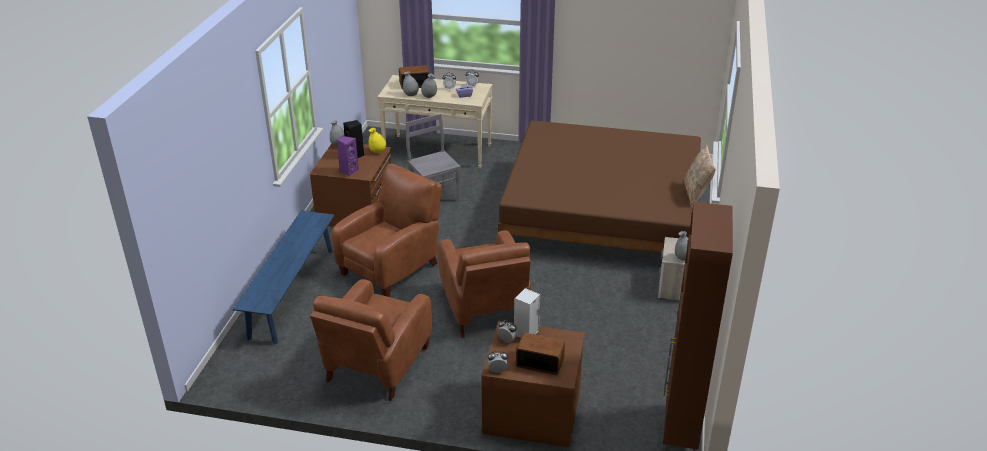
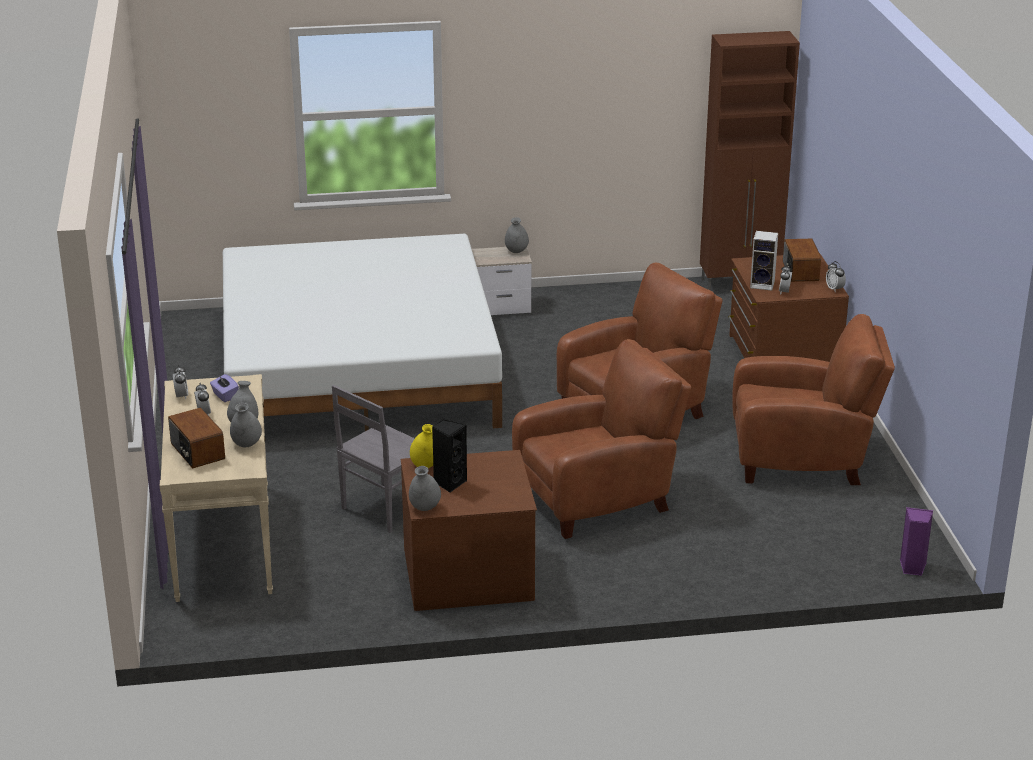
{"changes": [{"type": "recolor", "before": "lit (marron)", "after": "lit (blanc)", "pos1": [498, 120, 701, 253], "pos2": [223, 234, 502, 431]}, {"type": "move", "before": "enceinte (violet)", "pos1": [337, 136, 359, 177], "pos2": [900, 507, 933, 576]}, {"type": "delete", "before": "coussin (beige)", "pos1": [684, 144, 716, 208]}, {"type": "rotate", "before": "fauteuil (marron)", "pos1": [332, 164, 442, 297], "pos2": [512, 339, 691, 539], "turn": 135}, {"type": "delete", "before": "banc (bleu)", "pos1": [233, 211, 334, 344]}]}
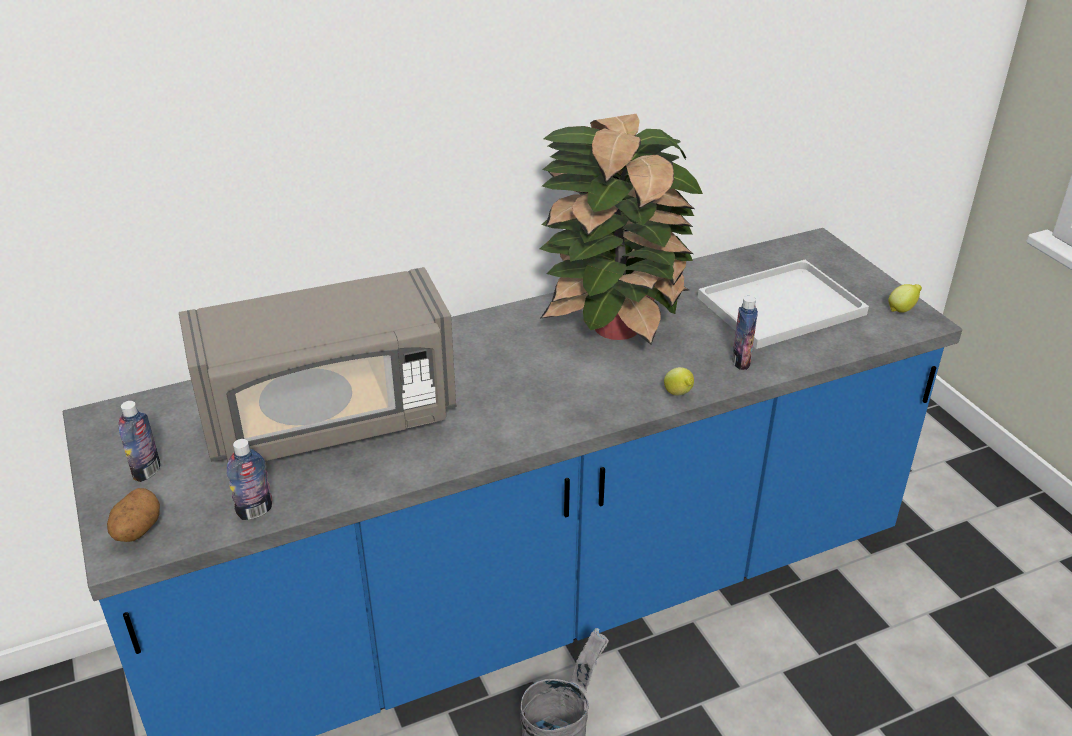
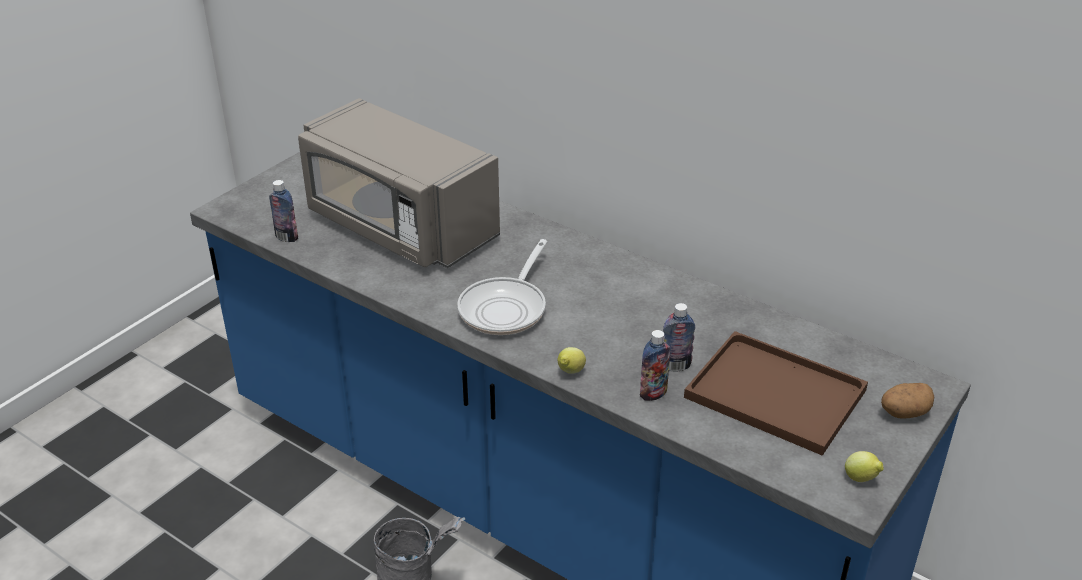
{"changes": [{"type": "delete", "before": "plante en pot", "pos1": [540, 114, 703, 345]}, {"type": "recolor", "before": "plateau (blanc)", "after": "plateau (marron)", "pos1": [698, 260, 869, 349], "pos2": [684, 331, 868, 456]}, {"type": "move", "before": "bouteille", "pos1": [118, 401, 160, 482], "pos2": [663, 303, 695, 371]}, {"type": "move", "before": "pomme de terre", "pos1": [107, 488, 160, 542], "pos2": [881, 383, 934, 419]}, {"type": "insert", "after": "poêle", "pos2": [457, 239, 548, 335]}]}
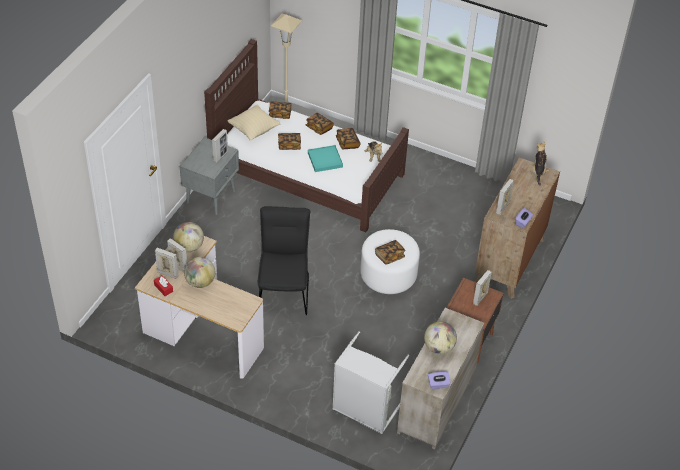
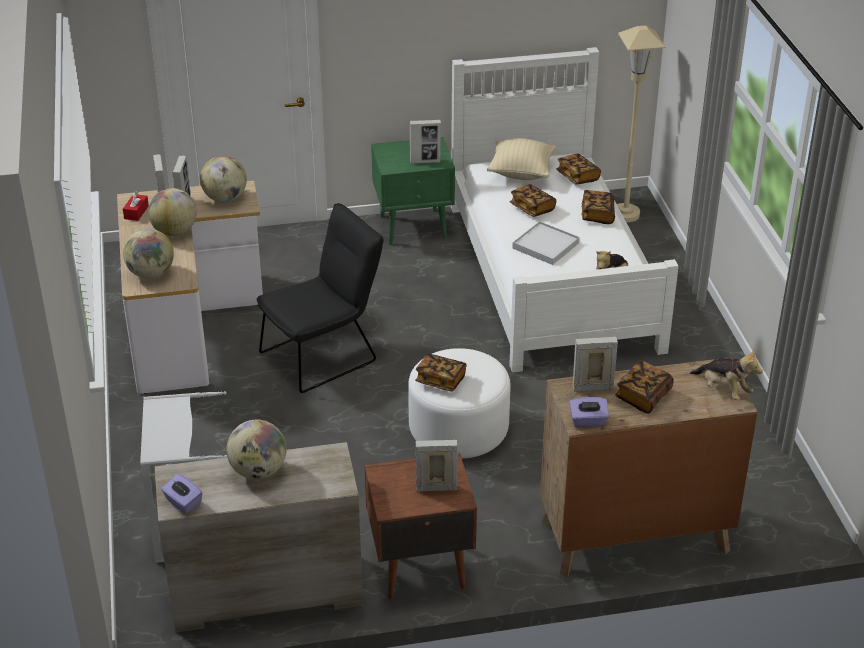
{"changes": [{"type": "recolor", "before": "lit (marron)", "after": "lit (blanc)", "pos1": [204, 39, 409, 232], "pos2": [451, 47, 679, 373]}, {"type": "move", "before": "livre", "pos1": [336, 128, 361, 149], "pos2": [615, 360, 674, 414]}, {"type": "recolor", "before": "table de chevet (gris)", "after": "table de chevet (vert)", "pos1": [180, 137, 239, 215], "pos2": [371, 137, 455, 245]}, {"type": "rotate", "before": "peluche", "pos1": [533, 141, 549, 186], "pos2": [690, 349, 763, 400], "turn": 75}, {"type": "recolor", "before": "plateau (turquoise)", "after": "plateau (blanc)", "pos1": [308, 145, 343, 172], "pos2": [512, 221, 580, 265]}, {"type": "insert", "after": "globe", "pos2": [123, 229, 174, 279]}]}
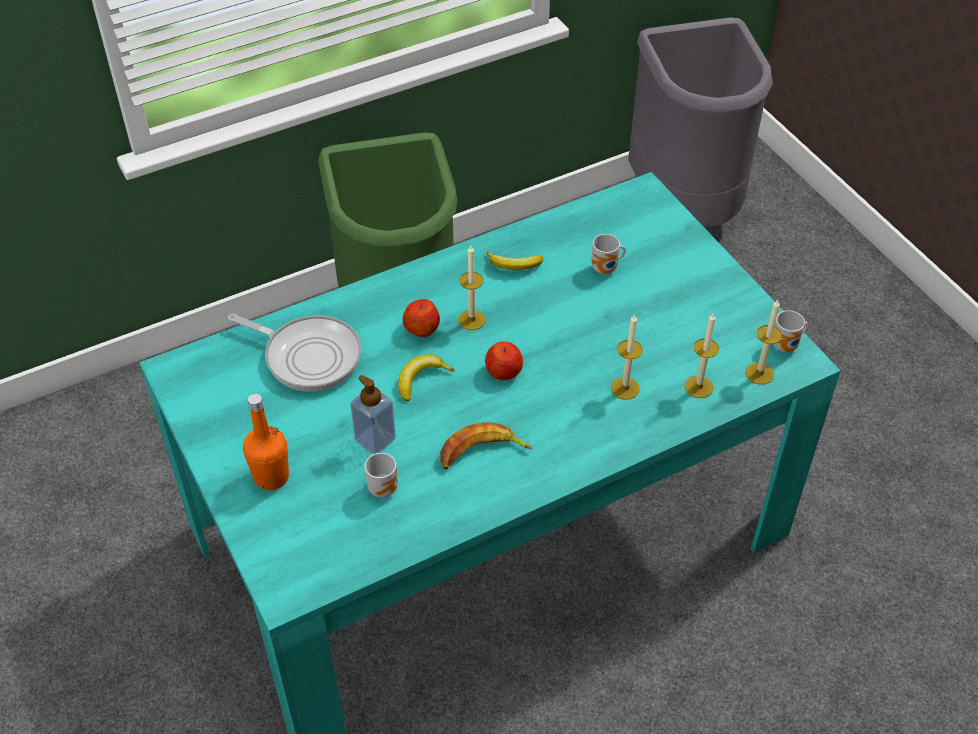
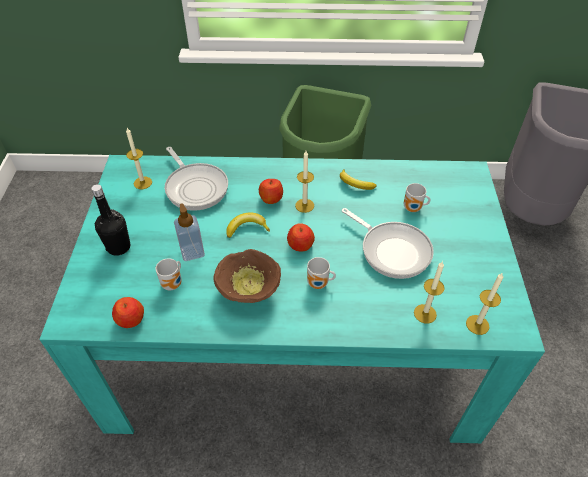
{"changes": [{"type": "move", "before": "mug", "pos1": [773, 310, 808, 352], "pos2": [307, 257, 336, 289]}, {"type": "move", "before": "bougie", "pos1": [611, 314, 643, 400], "pos2": [126, 128, 152, 189]}, {"type": "recolor", "before": "bouteille (orange)", "after": "bouteille (noir)", "pos1": [243, 393, 289, 490], "pos2": [92, 184, 131, 256]}, {"type": "replace", "before": "banane", "after": "bol (marron)", "pos1": [440, 422, 533, 469], "pos2": [213, 249, 281, 303]}, {"type": "insert", "after": "poêle", "pos2": [342, 208, 434, 279]}, {"type": "insert", "after": "pomme", "pos2": [112, 297, 144, 328]}]}
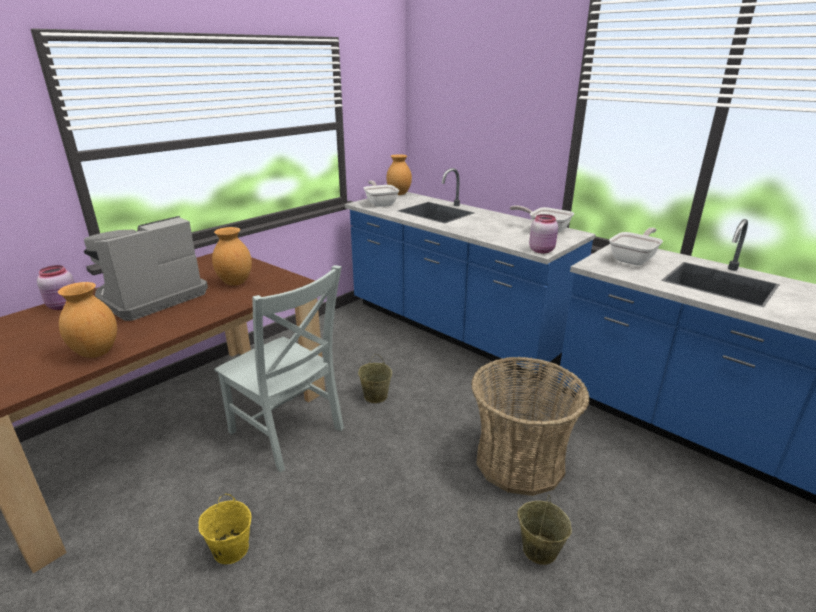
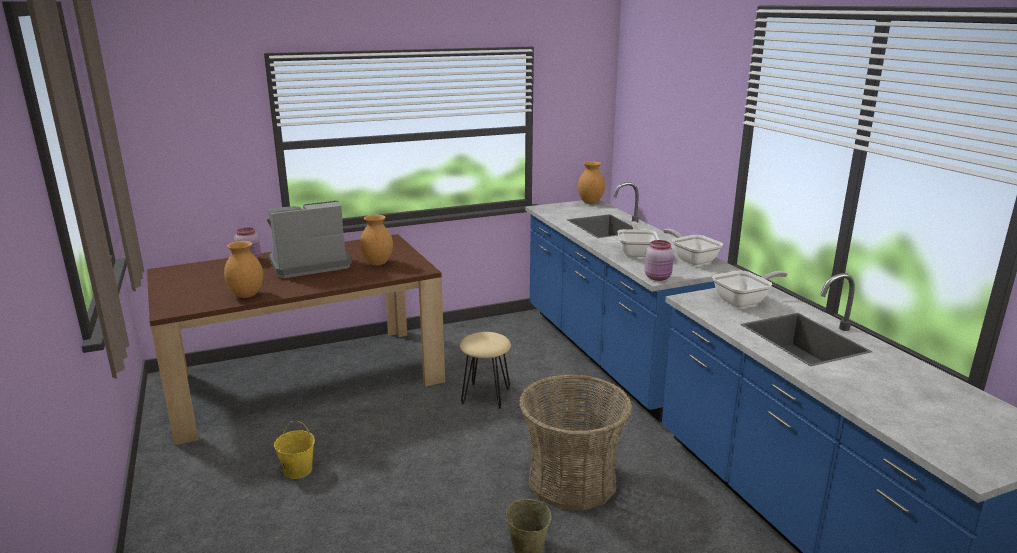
{"changes": [{"type": "move", "before": "poêle", "pos1": [364, 181, 399, 207], "pos2": [617, 221, 659, 257]}, {"type": "delete", "before": "chaise (gris)", "pos1": [214, 265, 344, 472]}, {"type": "replace", "before": "seau (beige)", "after": "tabouret (beige)", "pos1": [358, 354, 392, 403], "pos2": [460, 332, 511, 409]}]}
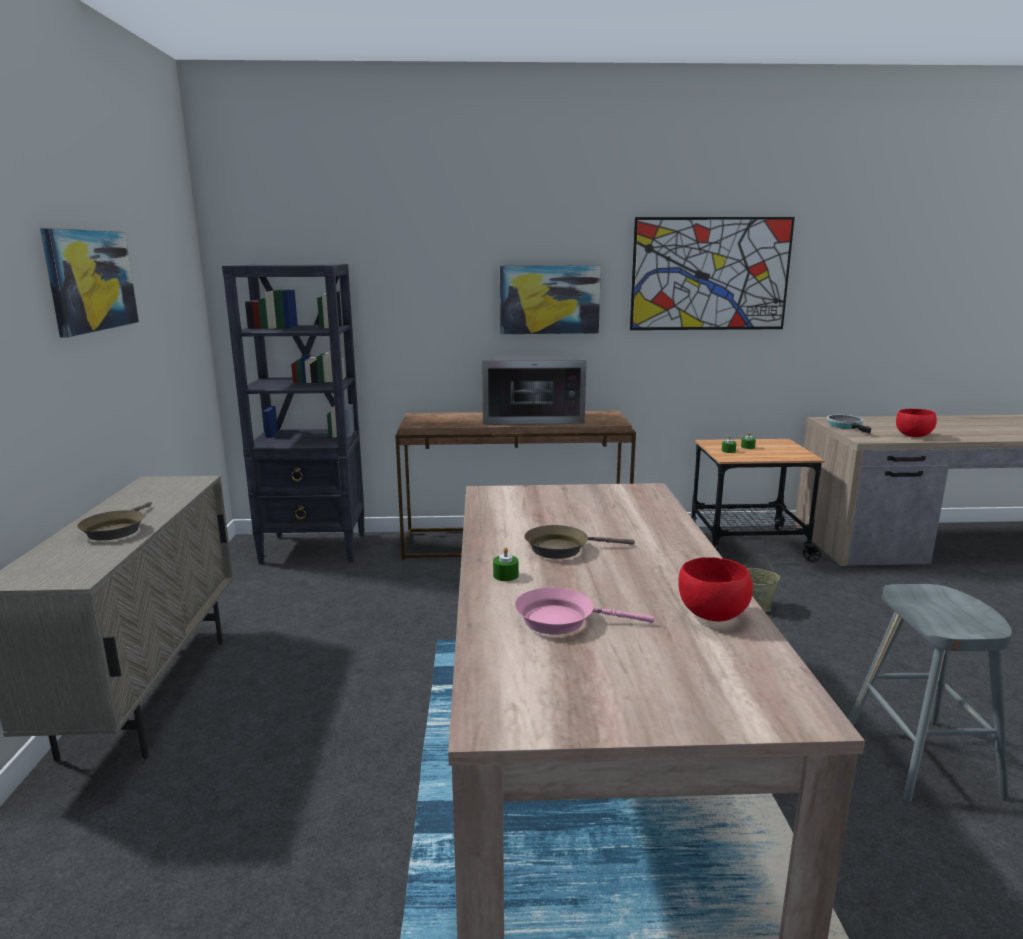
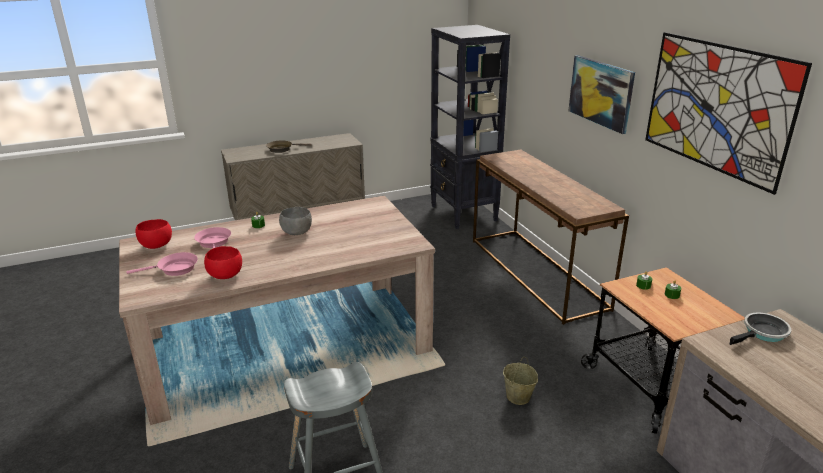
{"changes": [{"type": "delete", "before": "tableau", "pos1": [40, 228, 139, 337]}, {"type": "delete", "before": "micro-ondes", "pos1": [482, 355, 586, 425]}, {"type": "move", "before": "bol (rouge)", "pos1": [896, 409, 937, 437], "pos2": [136, 219, 172, 249]}, {"type": "replace", "before": "poêle (marron)", "after": "bol (gris)", "pos1": [524, 525, 635, 559], "pos2": [279, 207, 312, 235]}, {"type": "insert", "after": "poêle (rose)", "pos2": [127, 252, 198, 276]}]}
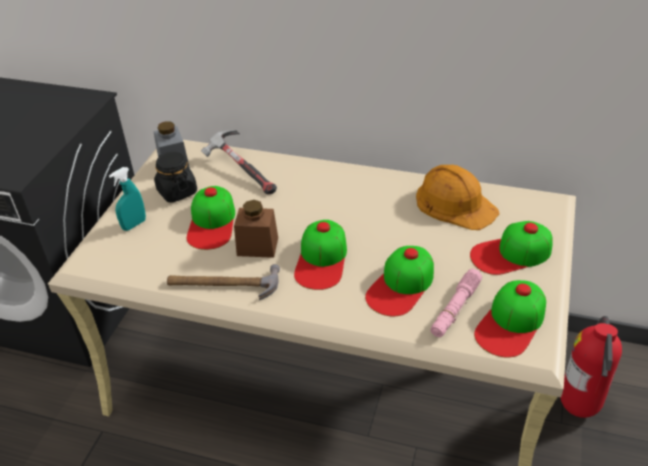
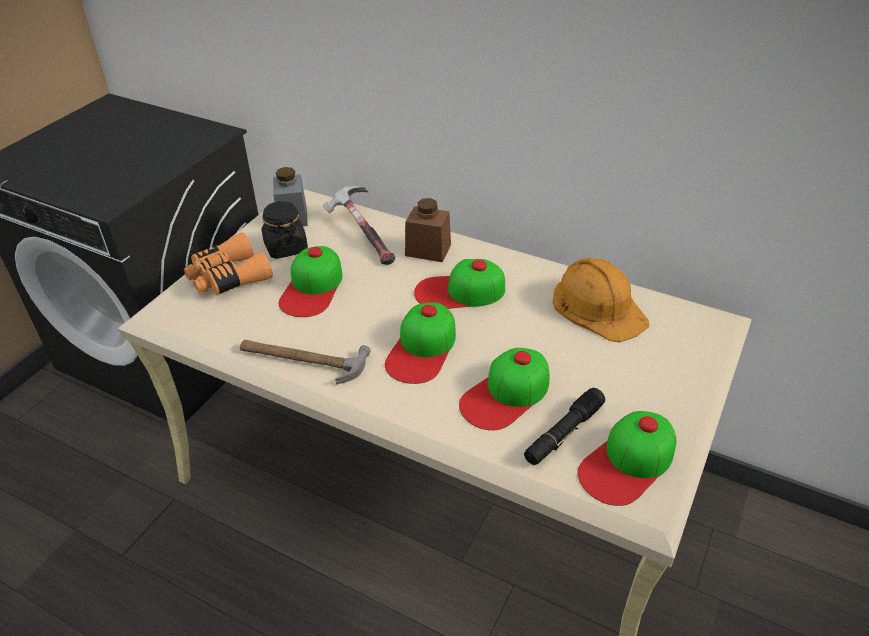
{"changes": [{"type": "replace", "before": "vaporisateur (turquoise)", "after": "jumelles (orange)", "pos1": [109, 167, 146, 231], "pos2": [184, 232, 273, 295]}, {"type": "move", "before": "bocal (marron)", "pos1": [234, 200, 278, 258], "pos2": [405, 198, 451, 262]}, {"type": "move", "before": "casquette", "pos1": [470, 221, 553, 275], "pos2": [414, 259, 505, 309]}, {"type": "recolor", "before": "lampe de poche (rose)", "after": "lampe de poche (noir)", "pos1": [431, 269, 482, 337], "pos2": [524, 388, 605, 465]}, {"type": "delete", "before": "extincteur", "pos1": [560, 316, 622, 418]}]}
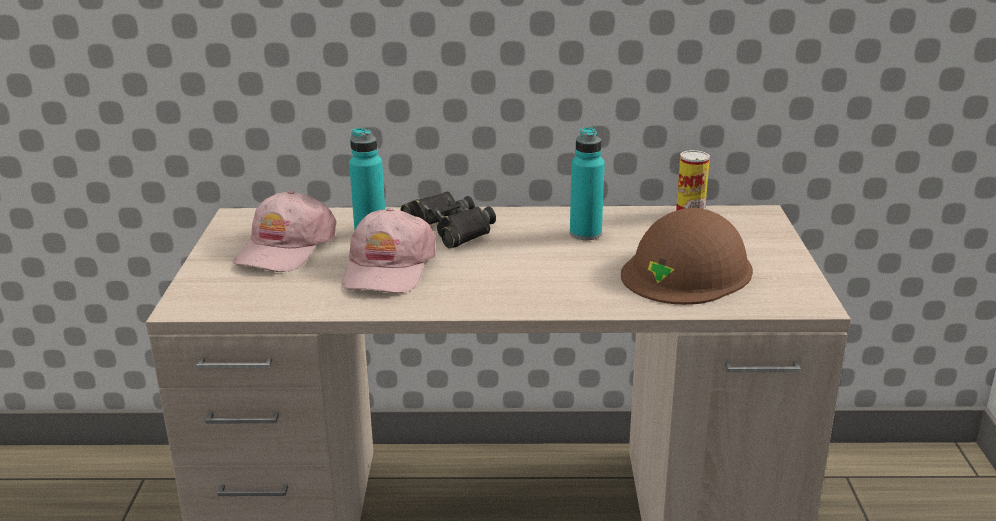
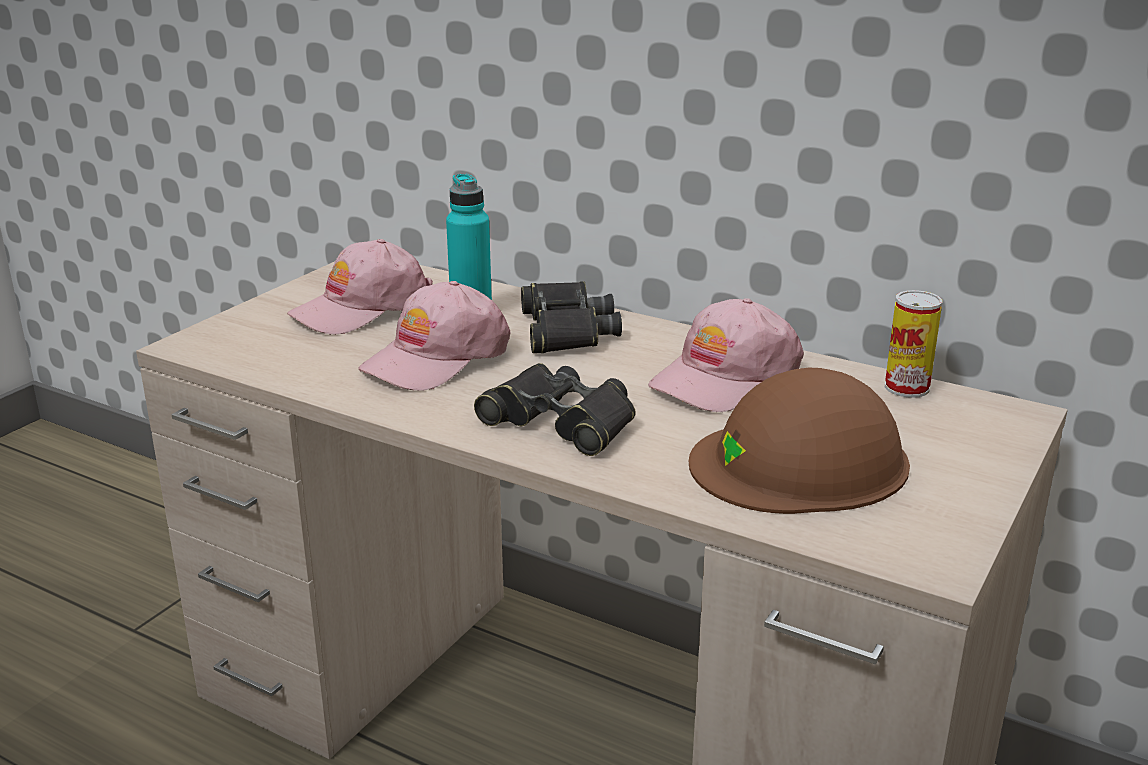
{"changes": [{"type": "replace", "before": "bouteille (turquoise)", "after": "casquette (rose)", "pos1": [570, 127, 605, 240], "pos2": [648, 299, 804, 412]}, {"type": "insert", "after": "jumelles (noir)", "pos2": [474, 363, 636, 456]}]}
